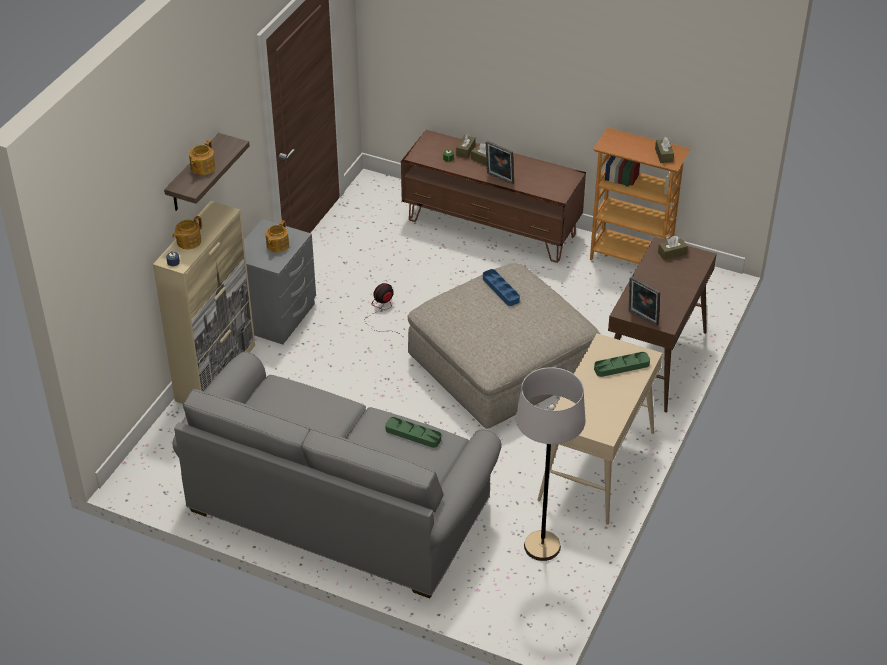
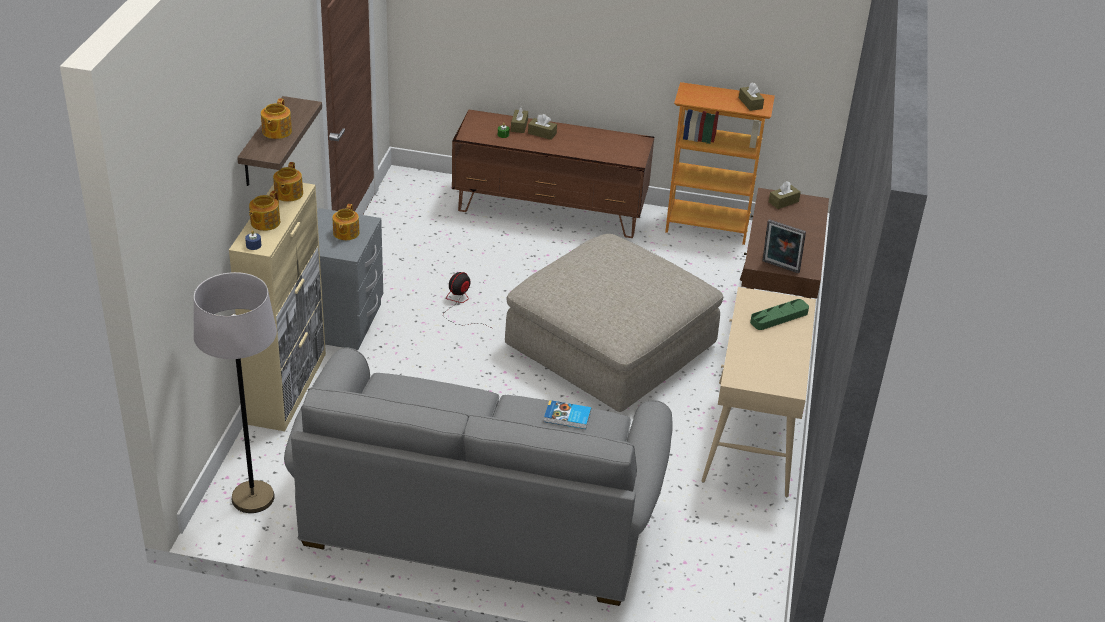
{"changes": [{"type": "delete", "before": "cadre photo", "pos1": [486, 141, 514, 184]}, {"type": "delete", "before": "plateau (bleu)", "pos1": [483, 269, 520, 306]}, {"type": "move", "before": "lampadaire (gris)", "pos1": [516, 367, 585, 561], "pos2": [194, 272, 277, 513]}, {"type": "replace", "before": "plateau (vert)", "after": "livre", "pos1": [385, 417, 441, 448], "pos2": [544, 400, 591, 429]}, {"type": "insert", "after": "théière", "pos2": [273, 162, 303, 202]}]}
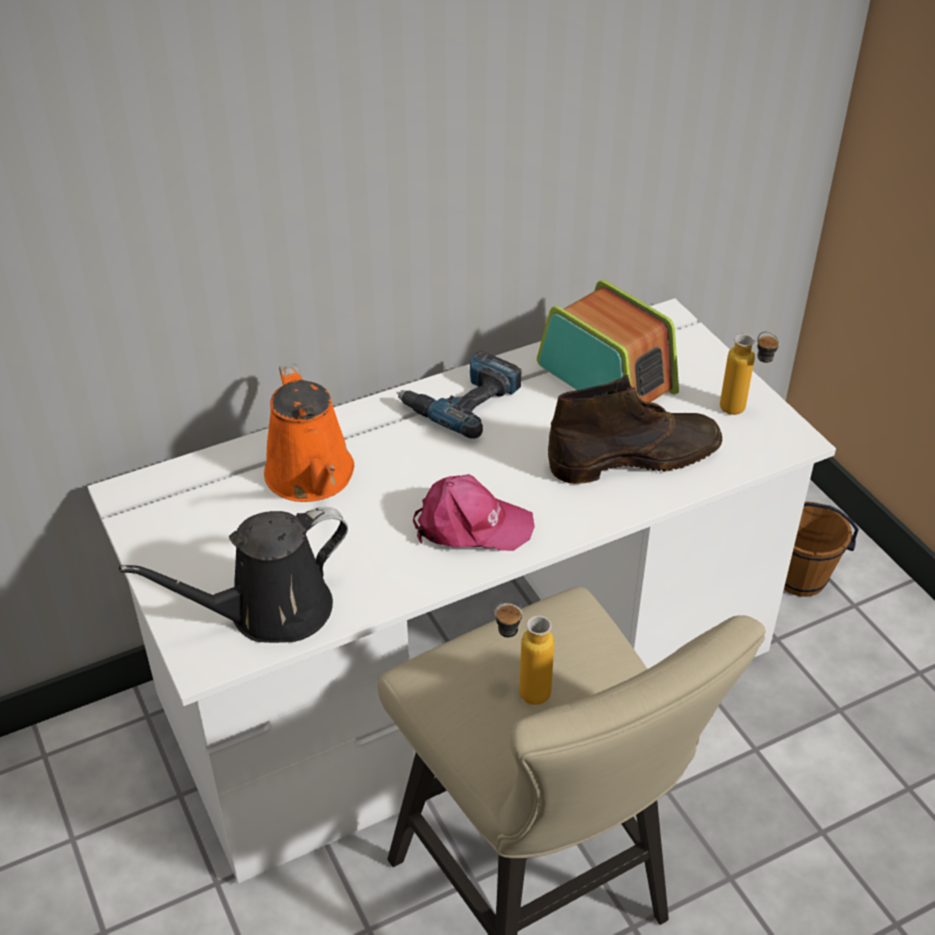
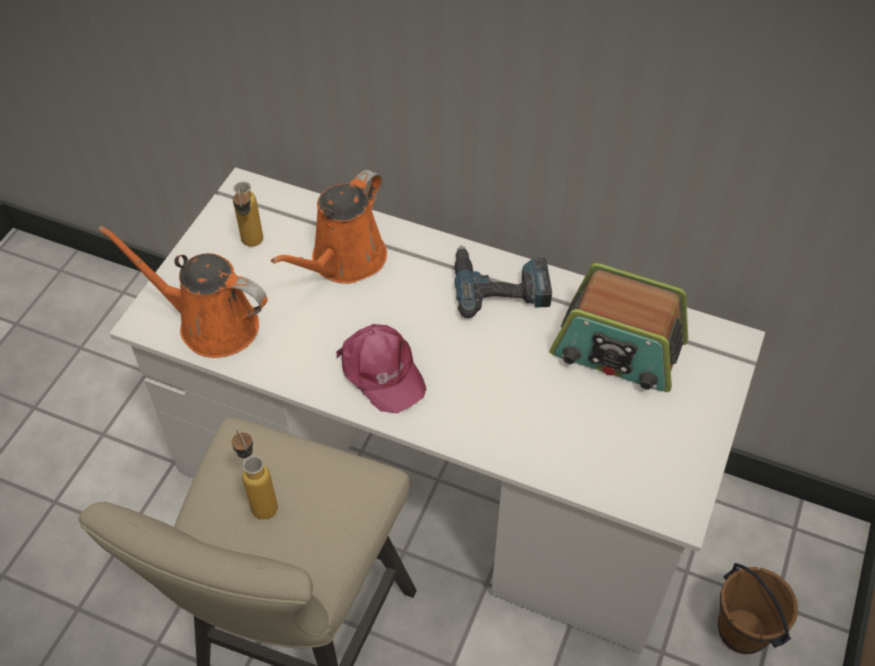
{"changes": [{"type": "rotate", "before": "radio", "pos1": [537, 280, 679, 402], "pos2": [550, 263, 688, 392], "turn": 105}, {"type": "move", "before": "bouteille", "pos1": [720, 331, 779, 415], "pos2": [233, 181, 263, 247]}, {"type": "delete", "before": "botte (marron)", "pos1": [548, 375, 722, 484]}, {"type": "recolor", "before": "arrosoir (noir)", "after": "arrosoir (orange)", "pos1": [119, 507, 348, 643], "pos2": [98, 225, 268, 358]}]}
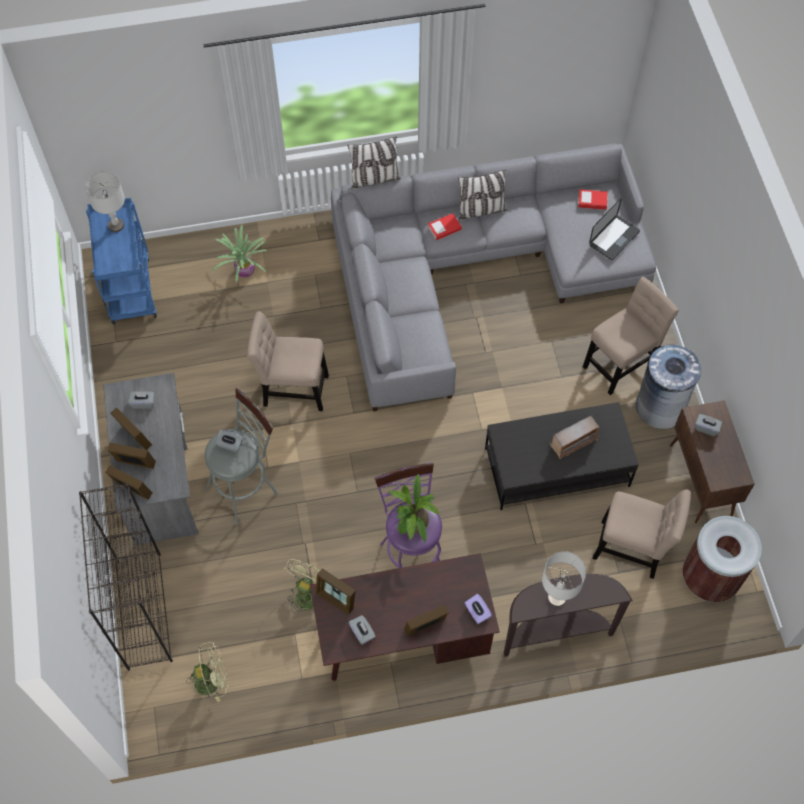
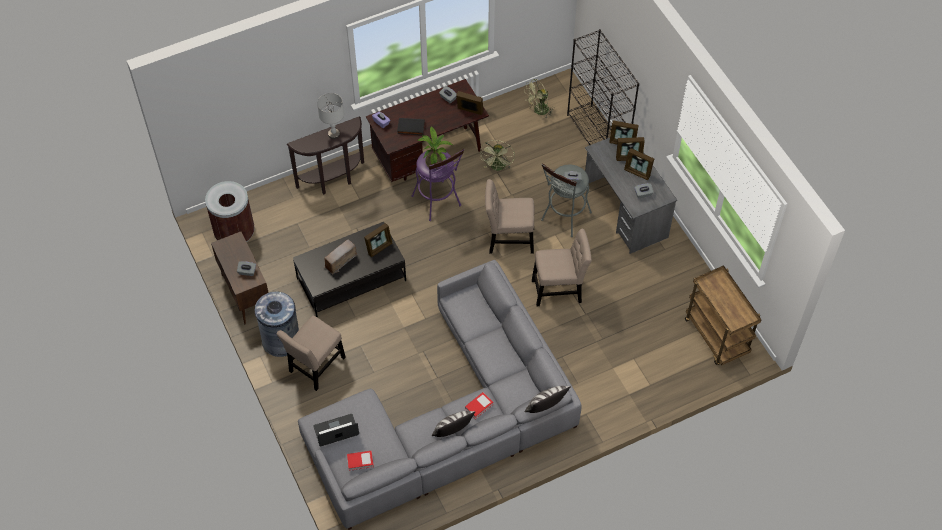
{"changes": [{"type": "delete", "before": "lampe de table (gris)", "pos1": [85, 171, 125, 232]}, {"type": "recolor", "before": "chariot (bleu)", "after": "chariot (marron)", "pos1": [86, 198, 157, 324], "pos2": [685, 265, 762, 366]}, {"type": "rotate", "before": "ordinateur portable", "pos1": [589, 198, 640, 260], "pos2": [313, 414, 359, 446], "turn": 45}, {"type": "delete", "before": "plante en pot", "pos1": [213, 225, 267, 284]}, {"type": "move", "before": "chaise (beige)", "pos1": [592, 490, 691, 579], "pos2": [485, 179, 534, 254]}, {"type": "move", "before": "cadre photo", "pos1": [404, 605, 449, 636], "pos2": [364, 223, 392, 257]}, {"type": "insert", "after": "livre (noir)", "pos2": [397, 118, 425, 135]}]}
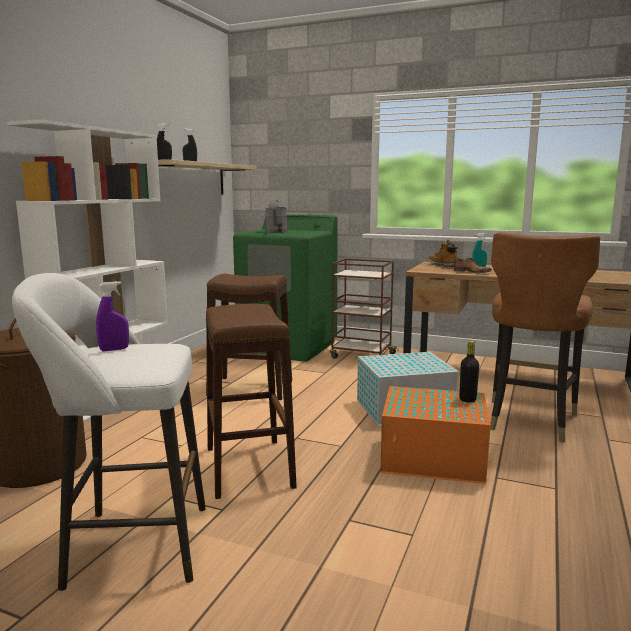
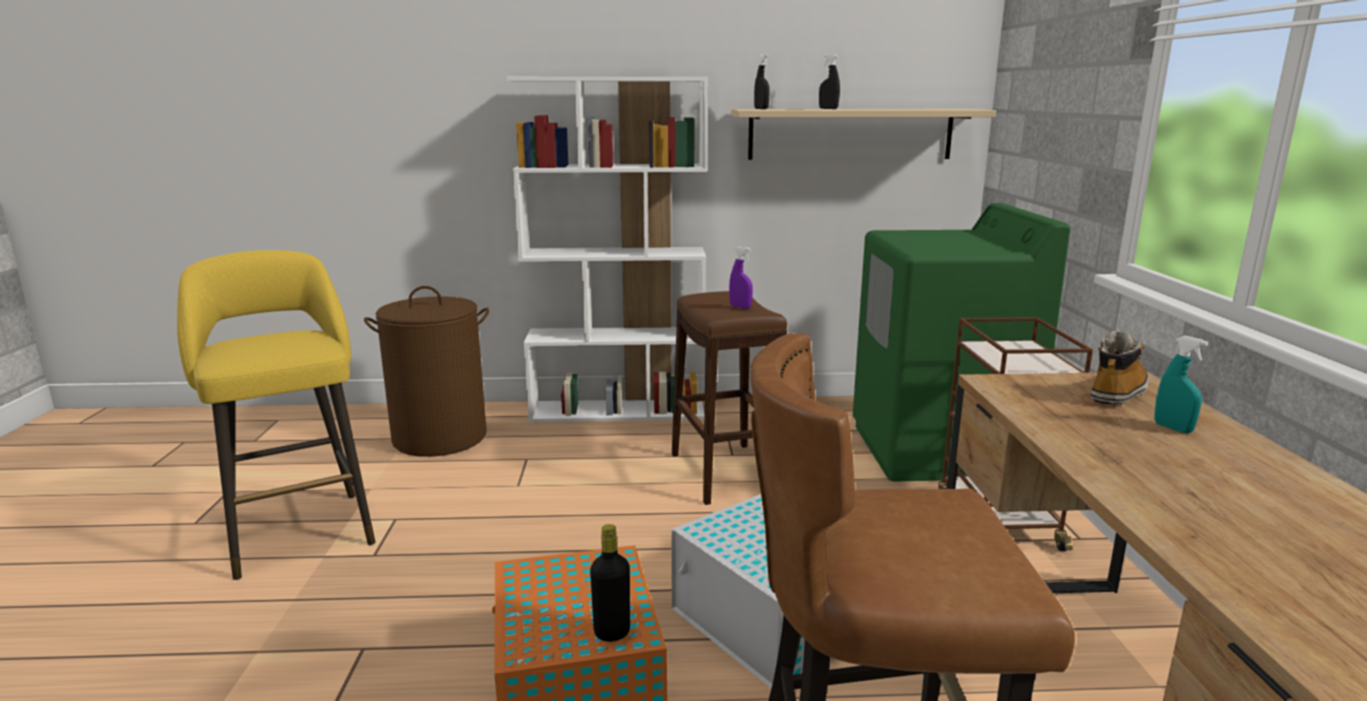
{"changes": [{"type": "delete", "before": "arrosoir (gris)", "pos1": [266, 200, 288, 233]}, {"type": "delete", "before": "chaussure", "pos1": [454, 258, 492, 273]}, {"type": "recolor", "before": "tabouret (blanc)", "after": "tabouret (jaune)", "pos1": [12, 273, 206, 591], "pos2": [177, 250, 375, 580]}, {"type": "move", "before": "vaporisateur (violet)", "pos1": [96, 281, 129, 351], "pos2": [729, 246, 753, 309]}, {"type": "delete", "before": "tabouret (marron)", "pos1": [206, 304, 297, 499]}]}
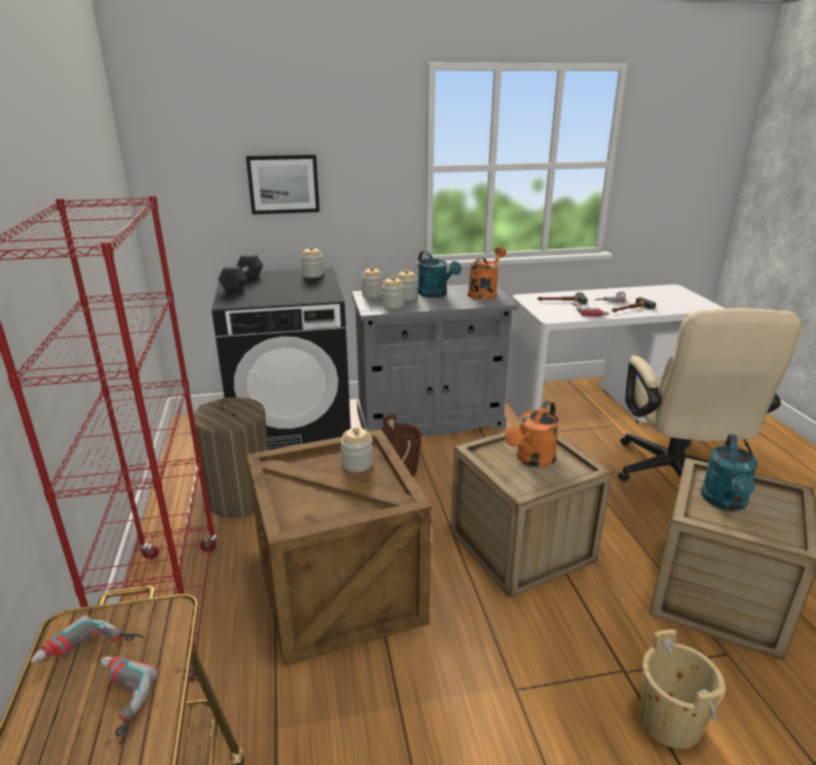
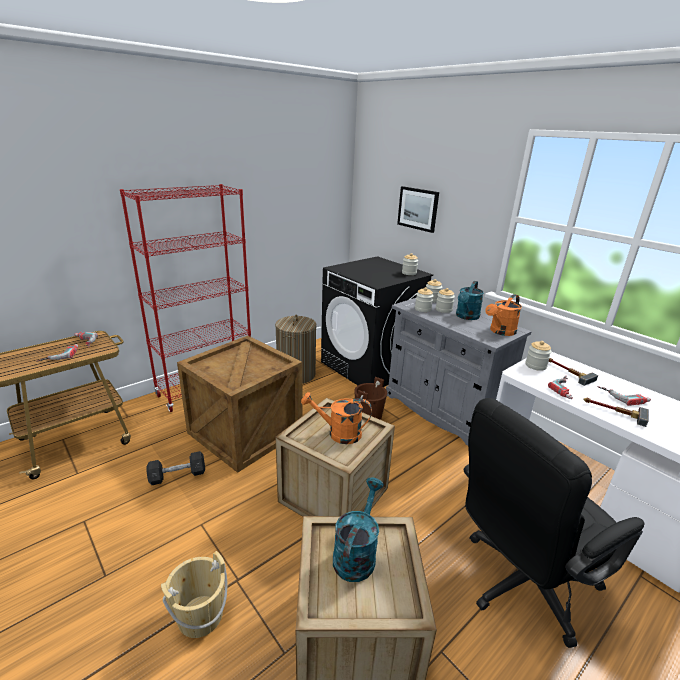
{"changes": [{"type": "rotate", "before": "arrosoir (orange)", "pos1": [468, 247, 506, 300], "pos2": [485, 294, 522, 336], "turn": 135}, {"type": "move", "before": "haltère (gris)", "pos1": [218, 254, 263, 292], "pos2": [147, 451, 205, 485]}, {"type": "recolor", "before": "chaise de bureau (beige)", "after": "chaise de bureau (noir)", "pos1": [618, 308, 801, 482], "pos2": [464, 398, 644, 648]}, {"type": "move", "before": "bocal", "pos1": [341, 427, 373, 472], "pos2": [526, 341, 551, 371]}, {"type": "rotate", "before": "arrosoir (turquoise)", "pos1": [701, 434, 758, 511], "pos2": [333, 477, 384, 582], "turn": 120}]}
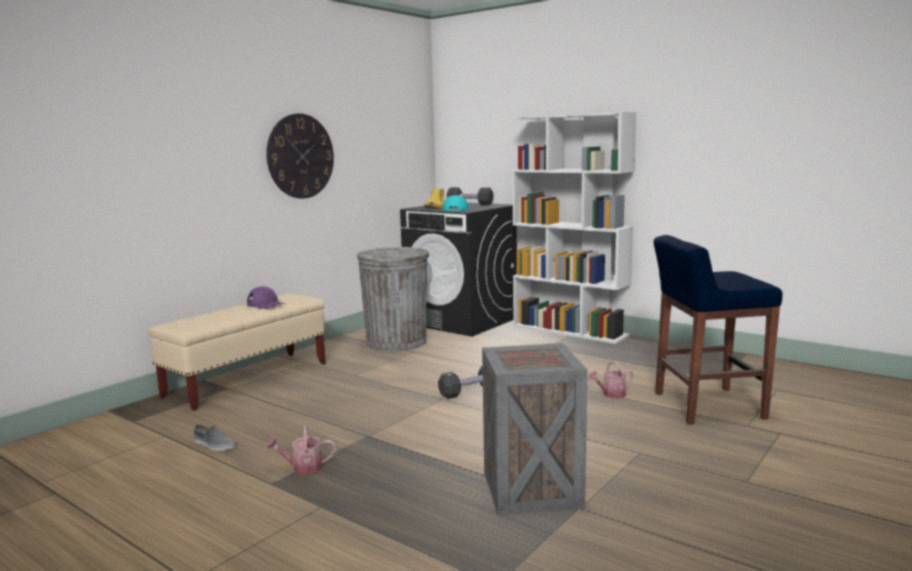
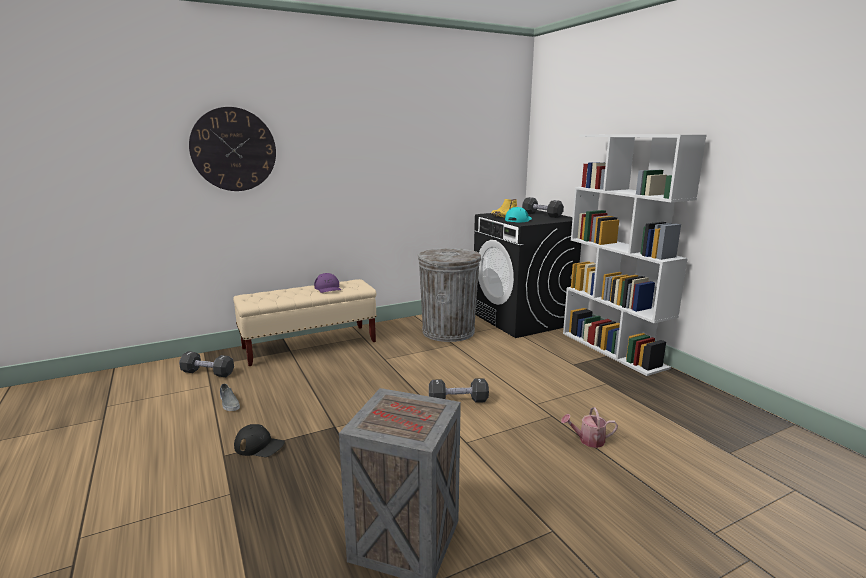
{"changes": [{"type": "move", "before": "horloge murale", "pos1": [266, 114, 334, 199], "pos2": [189, 107, 276, 191]}, {"type": "delete", "before": "tabouret (bleu)", "pos1": [654, 235, 783, 424]}, {"type": "replace", "before": "arrosoir", "after": "casquette (noir)", "pos1": [266, 426, 336, 474], "pos2": [234, 424, 285, 457]}, {"type": "insert", "after": "haltère (noir)", "pos2": [179, 351, 234, 377]}]}
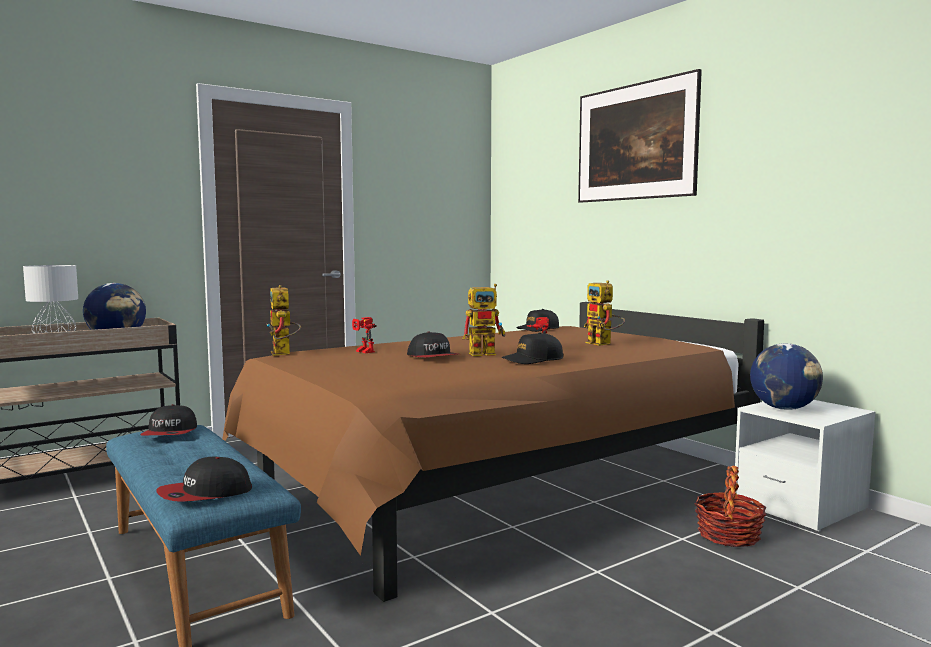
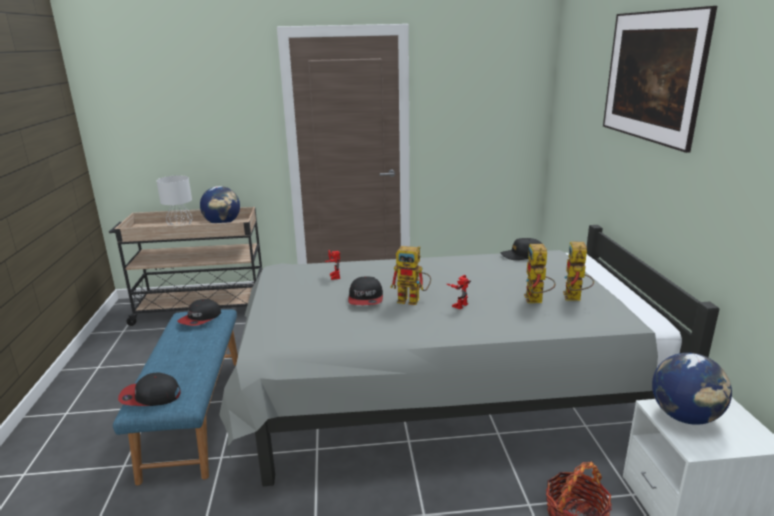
{"changes": [{"type": "move", "before": "robot jouet", "pos1": [267, 285, 301, 356], "pos2": [563, 241, 594, 301]}, {"type": "recolor", "before": "lit (marron)", "after": "lit (gris)", "pos1": [222, 302, 764, 602], "pos2": [219, 225, 719, 486]}, {"type": "delete", "before": "casquette (noir)", "pos1": [502, 332, 564, 364]}]}
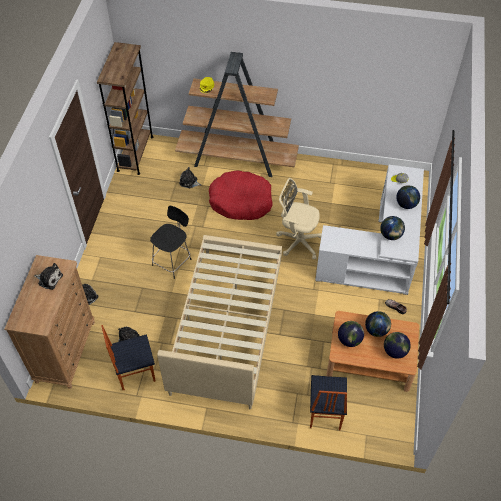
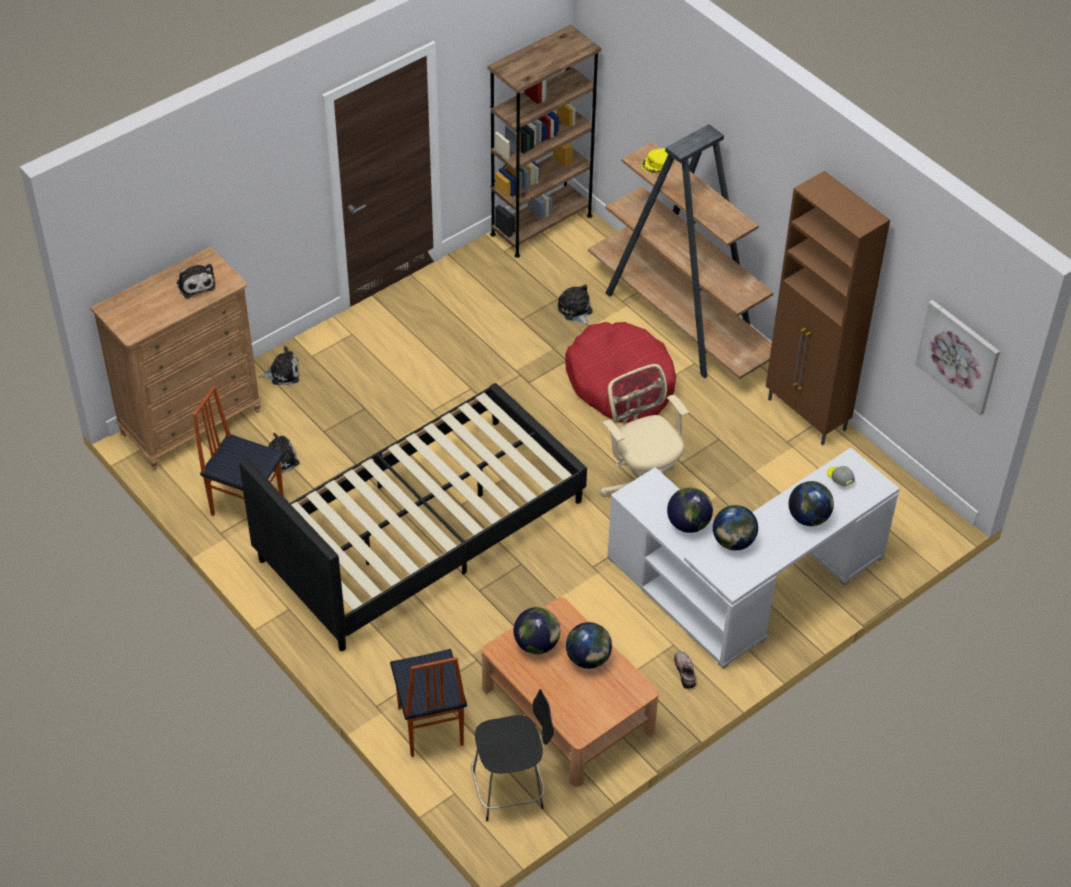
{"changes": [{"type": "move", "before": "tabouret (noir)", "pos1": [150, 206, 192, 279], "pos2": [471, 689, 554, 822]}, {"type": "recolor", "before": "lit (beige)", "after": "lit (noir)", "pos1": [157, 235, 282, 409], "pos2": [239, 383, 587, 651]}, {"type": "move", "before": "globe", "pos1": [384, 332, 411, 359], "pos2": [667, 487, 713, 533]}, {"type": "rotate", "before": "chaise", "pos1": [310, 375, 347, 430], "pos2": [390, 649, 467, 757], "turn": -60}, {"type": "insert", "after": "meuble de rangement (marron)", "pos2": [766, 171, 890, 446]}, {"type": "insert", "after": "tableau", "pos2": [915, 300, 1000, 416]}]}
